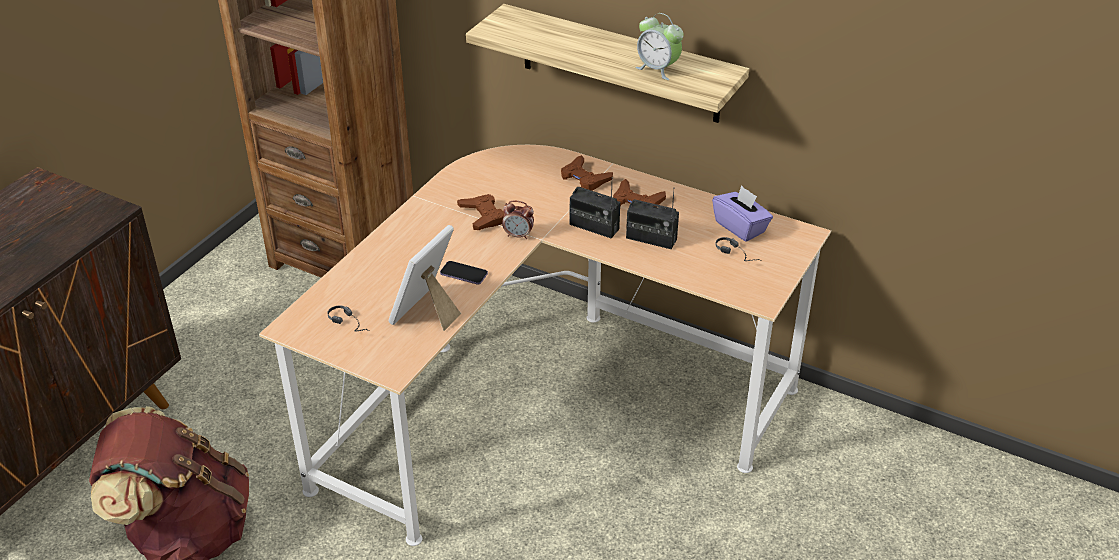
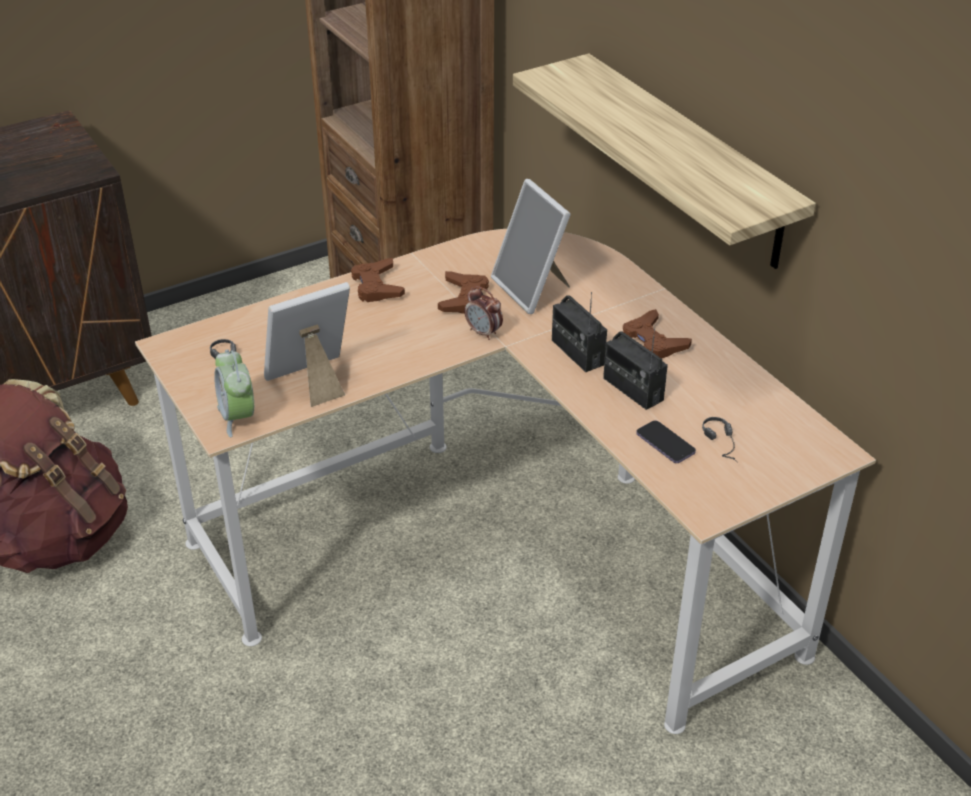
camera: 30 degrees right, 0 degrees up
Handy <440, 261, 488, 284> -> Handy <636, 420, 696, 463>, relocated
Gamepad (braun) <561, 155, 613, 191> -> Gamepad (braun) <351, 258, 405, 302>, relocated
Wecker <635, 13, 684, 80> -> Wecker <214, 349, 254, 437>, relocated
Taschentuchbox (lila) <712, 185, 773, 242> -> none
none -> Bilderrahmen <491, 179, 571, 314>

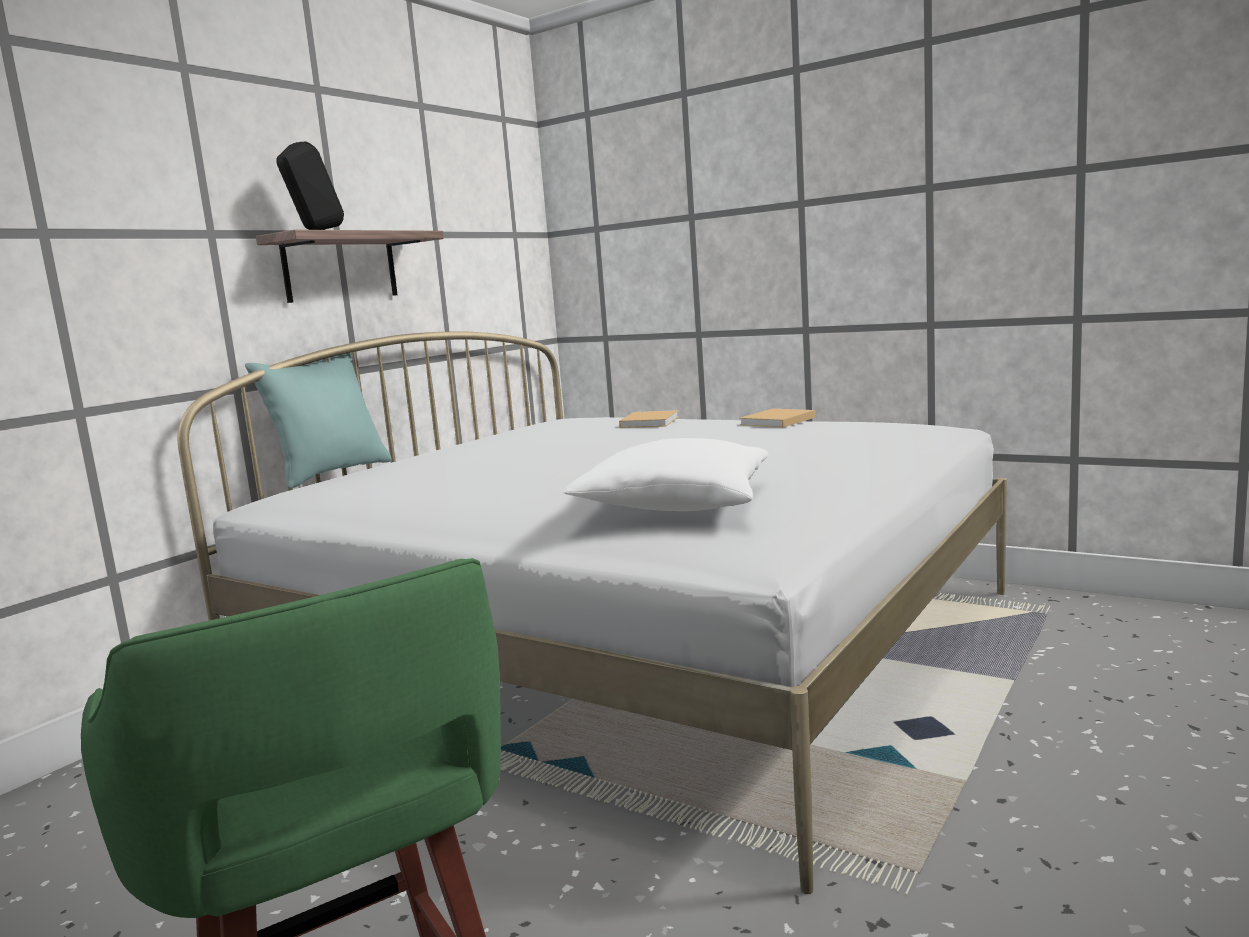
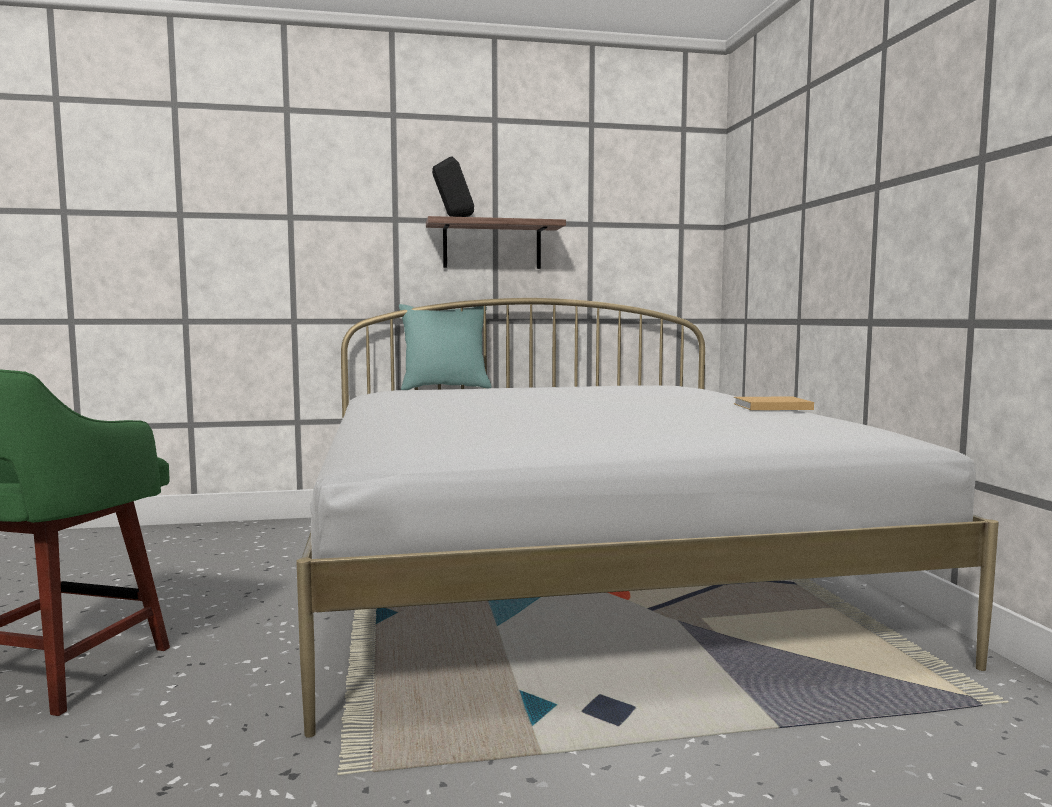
camera: 45 degrees right, 5 degrees down
Kissen (weiß) <563, 438, 768, 511> -> none
Buch (beige) <619, 410, 679, 428> -> none

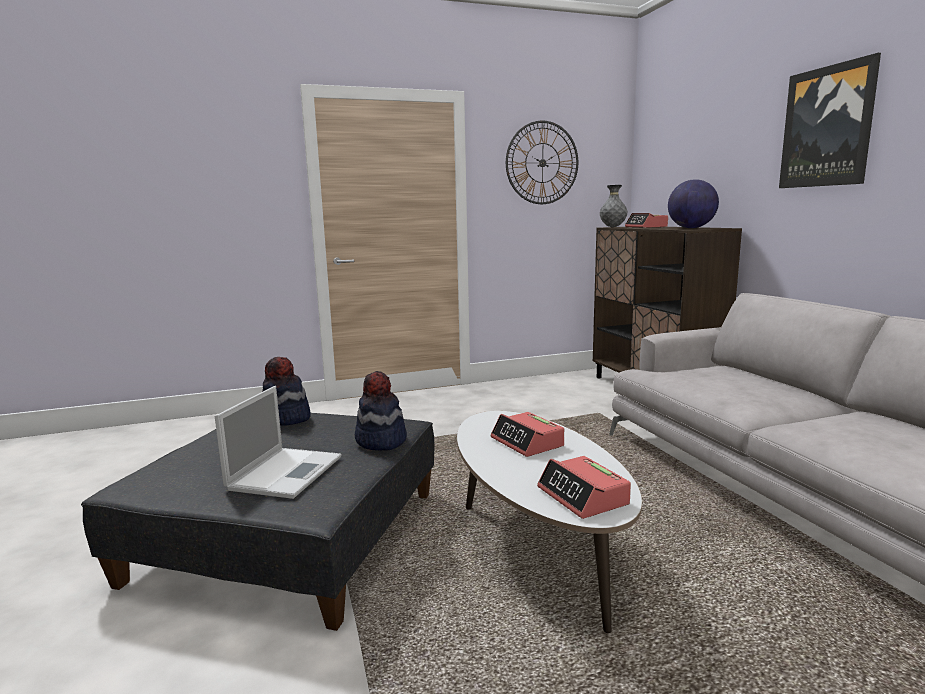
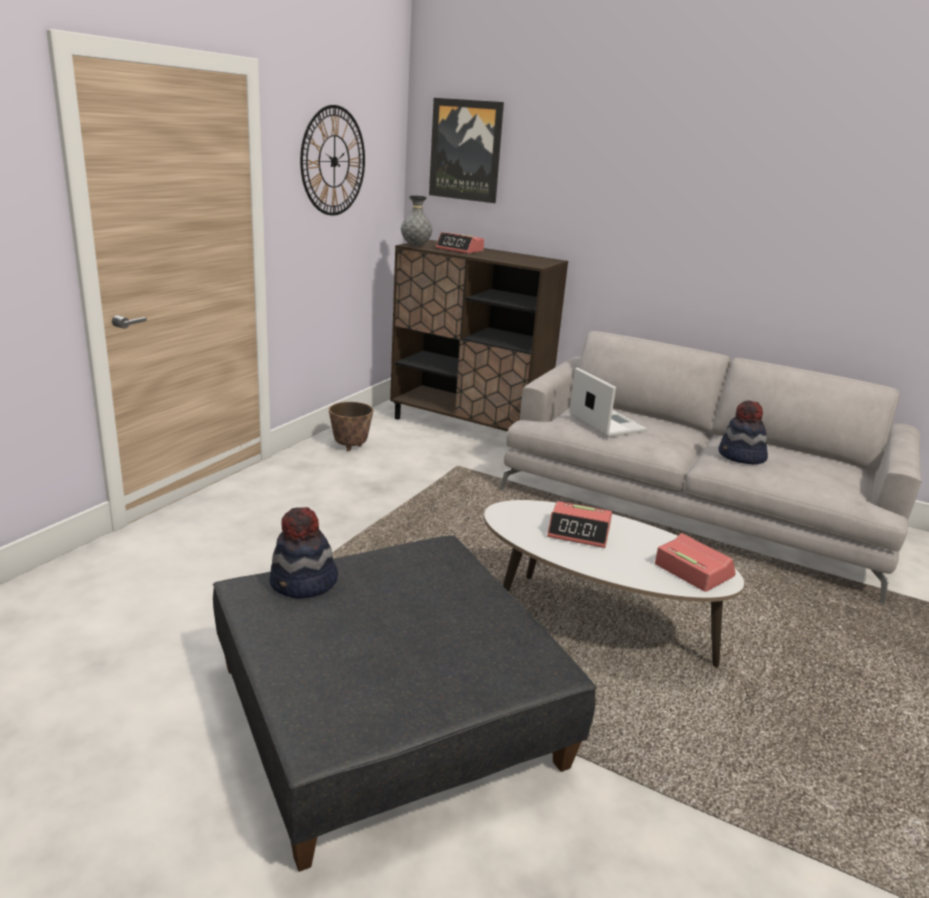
camera: 45 degrees left, 10 degrees up
Laptop <215, 386, 341, 499> -> Laptop <569, 367, 648, 437>, relocated
Hut <355, 371, 407, 451> -> Hut <719, 401, 768, 464>, relocated
Wecker <537, 456, 631, 519> -> Wecker <655, 533, 736, 592>, 150 degrees counterclockwise
Globus <668, 179, 719, 228> -> none
Bild <779, 53, 881, 188> -> Bild <429, 98, 504, 203>, relocated
none -> Pflanzkübel <329, 402, 373, 451>

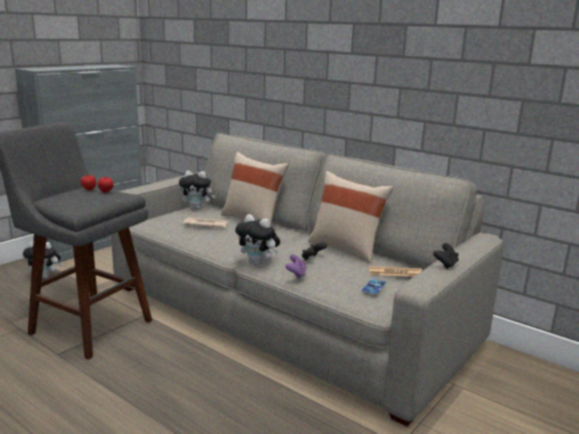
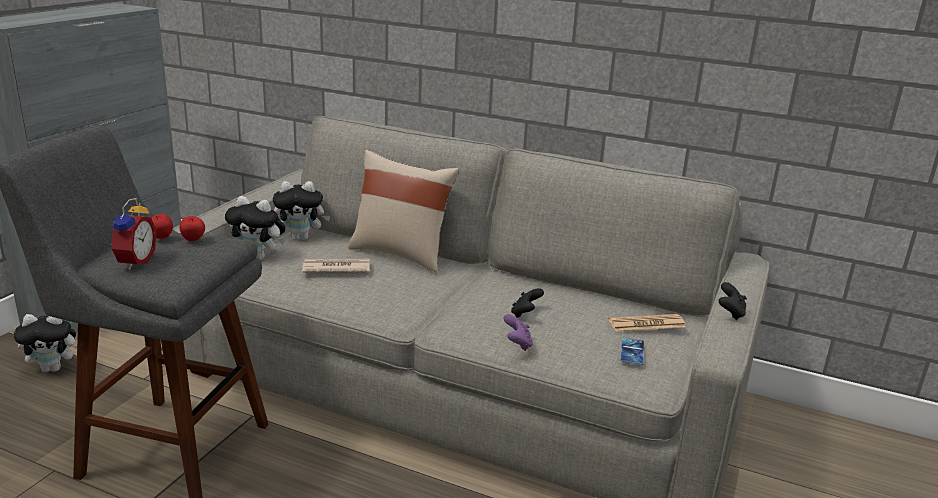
camera: 15 degrees left, 5 degrees up
Plüschtier <235, 214, 280, 266> -> Plüschtier <225, 196, 286, 260>, relocated
Kissen (beige) <308, 171, 393, 264> -> none
none -> Wecker <108, 198, 157, 270>

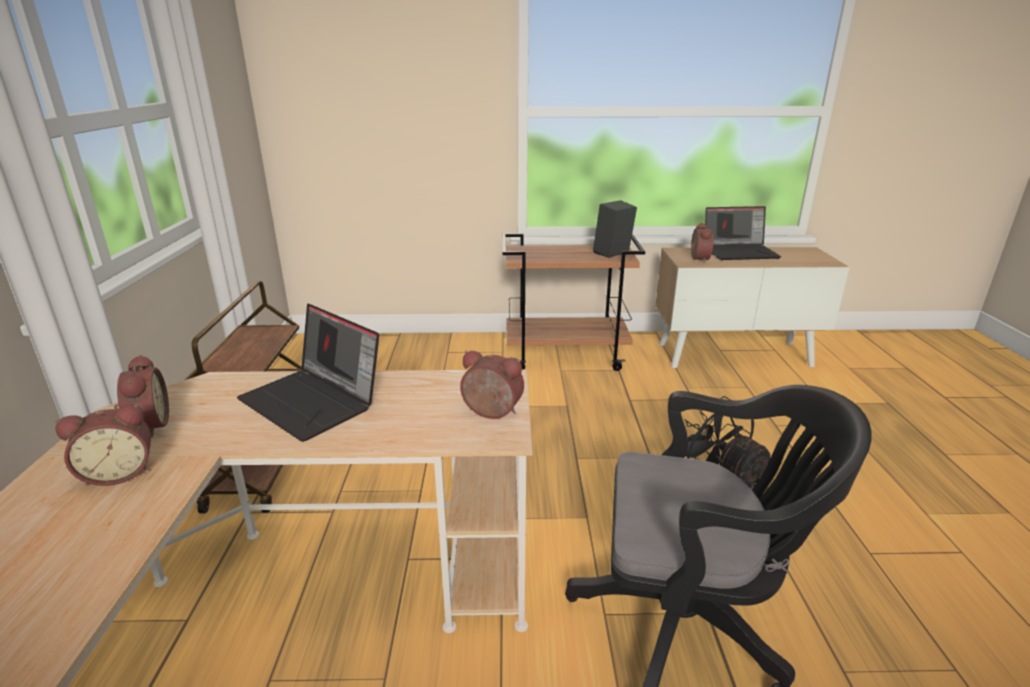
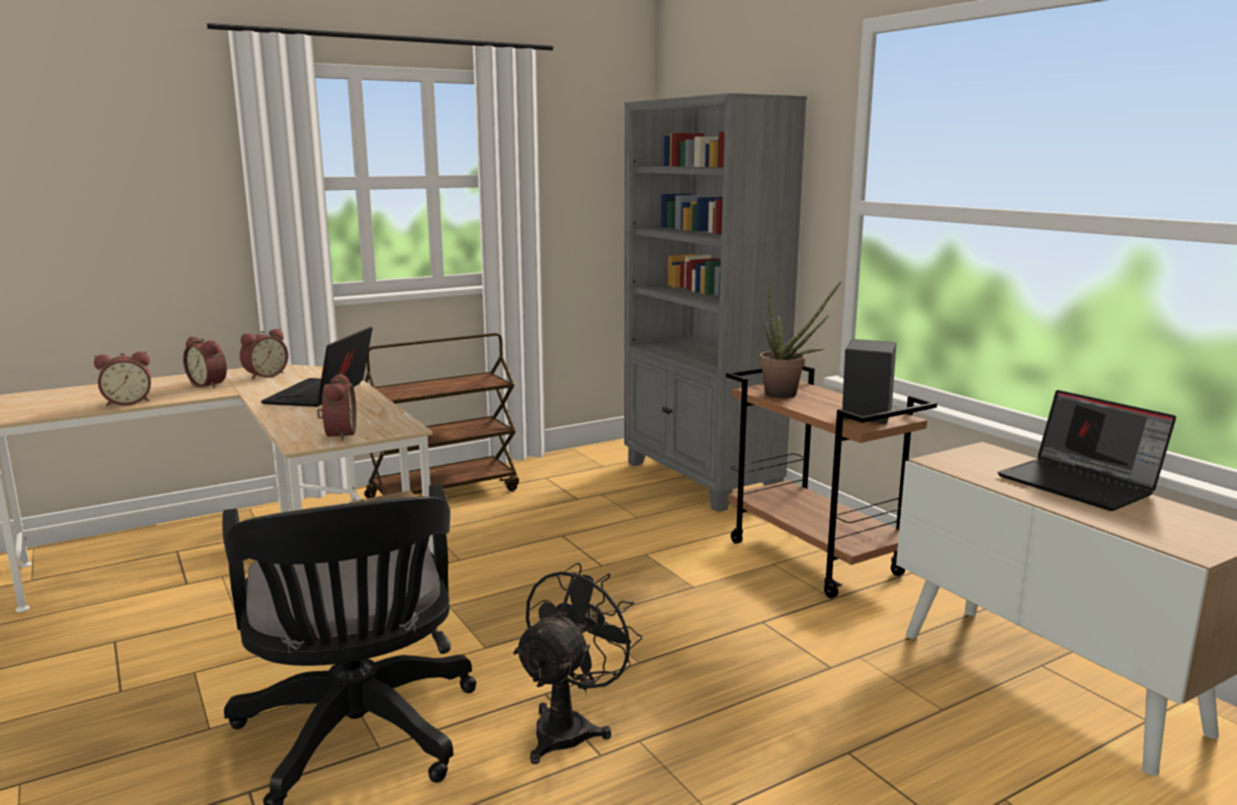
camera: 60 degrees right, 10 degrees down
Wecker <691, 223, 713, 263> -> Wecker <94, 351, 151, 406>, relocated
none -> Bücherregal (grau) <624, 93, 807, 512>
none -> Topfpflanze <759, 279, 841, 398>

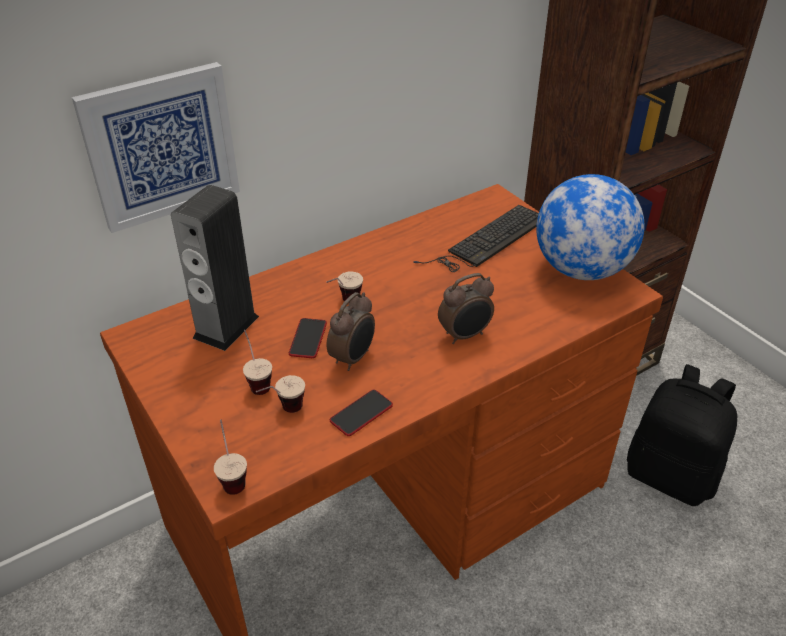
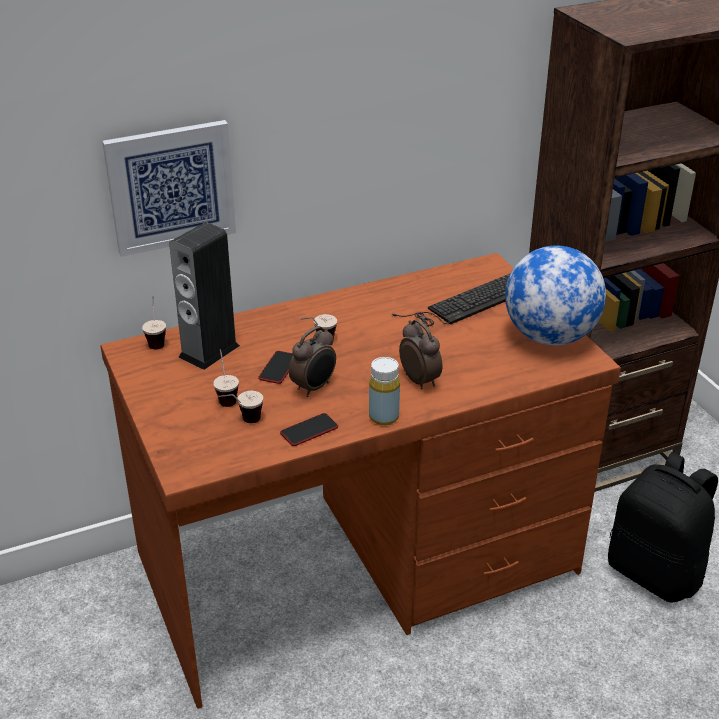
camera: 10 degrees right, 5 degrees down
Tasse <214, 419, 247, 495> -> Tasse <142, 296, 166, 349>, relocated
Wecker <438, 273, 494, 344> -> Wecker <399, 319, 442, 389>, 105 degrees counterclockwise
none -> Flasche (gelb) <369, 357, 400, 425>

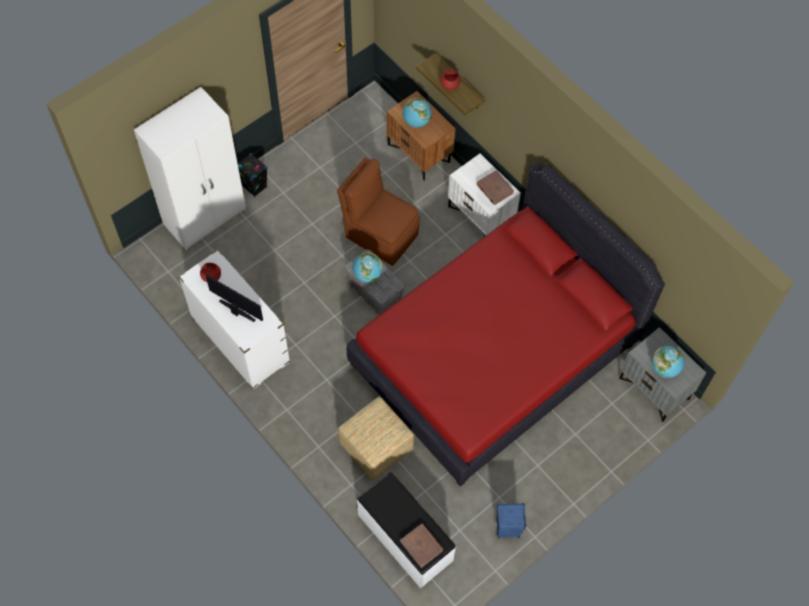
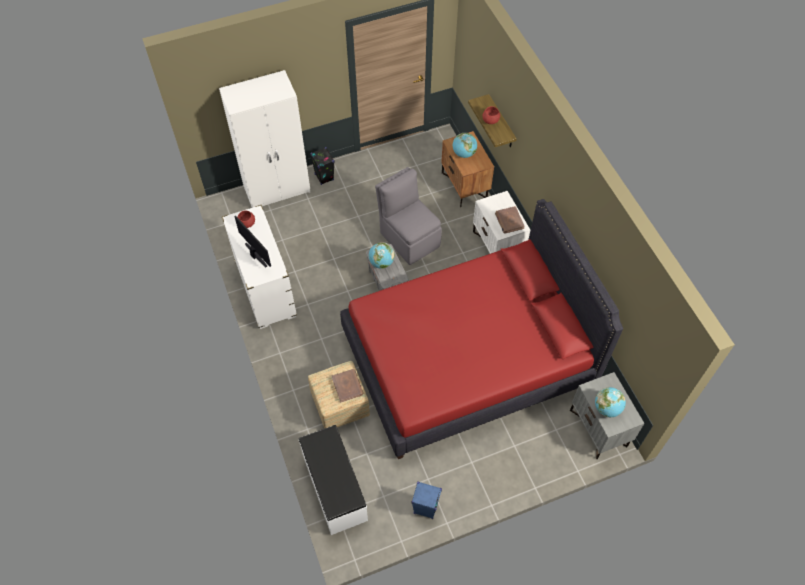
camera: 20 degrees right, 5 degrees down
Stuhl (braun) <337, 158, 419, 266> -> Stuhl (grau) <375, 167, 442, 265>
Buch (braun) <400, 524, 443, 568> -> Buch (braun) <332, 369, 363, 403>, relocated

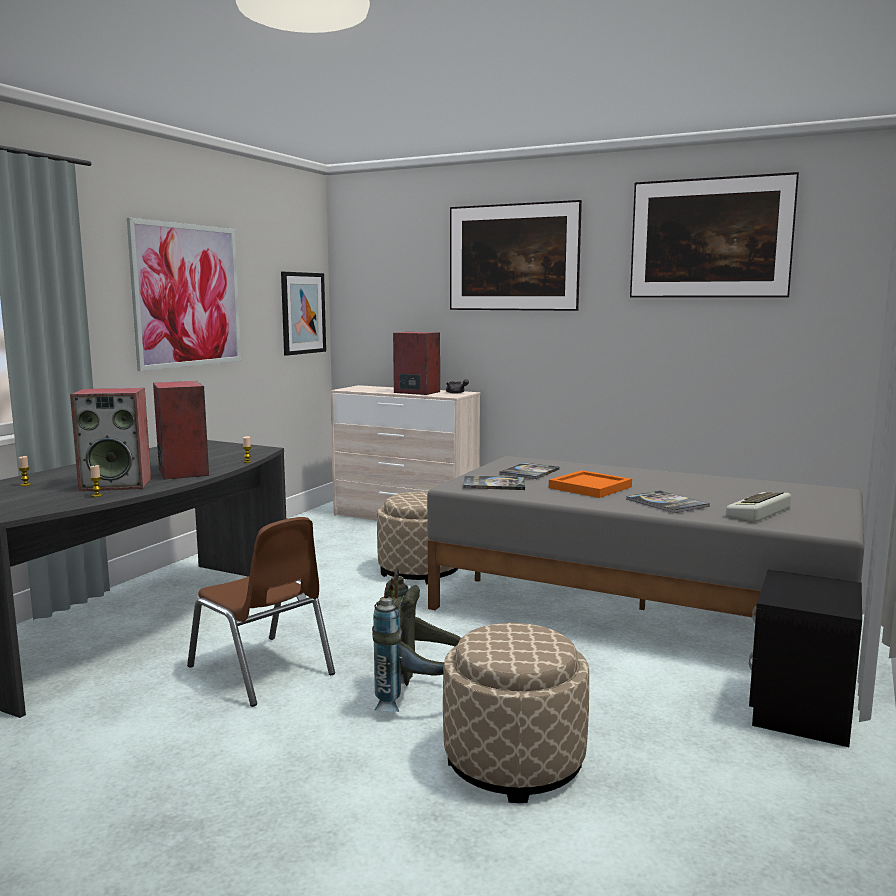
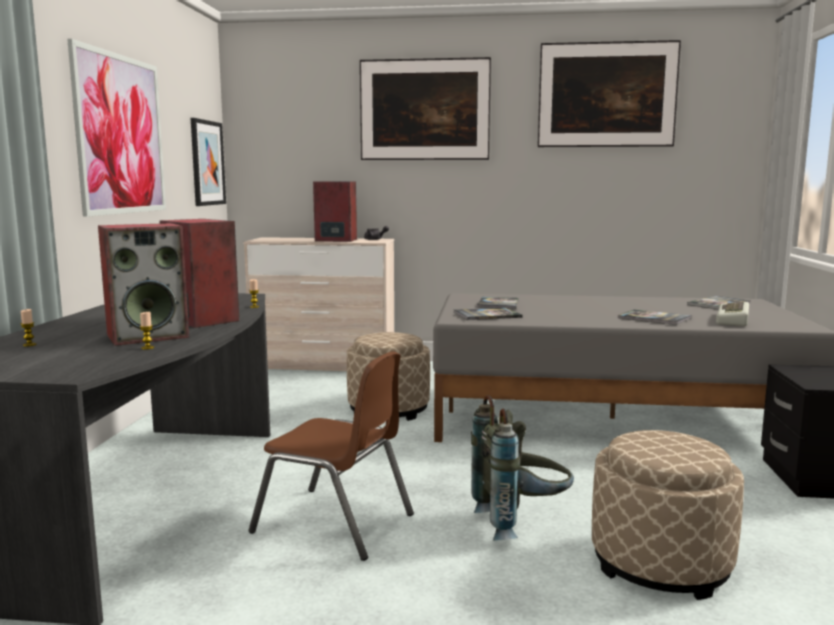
camera: 20 degrees left, 0 degrees up
Tablett (orange) <549, 470, 632, 498> -> none
none -> Buch <687, 296, 751, 309>

